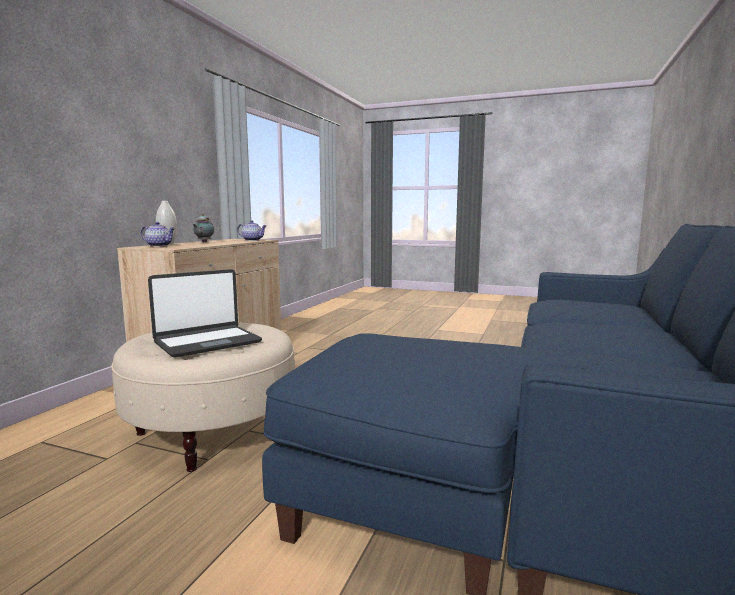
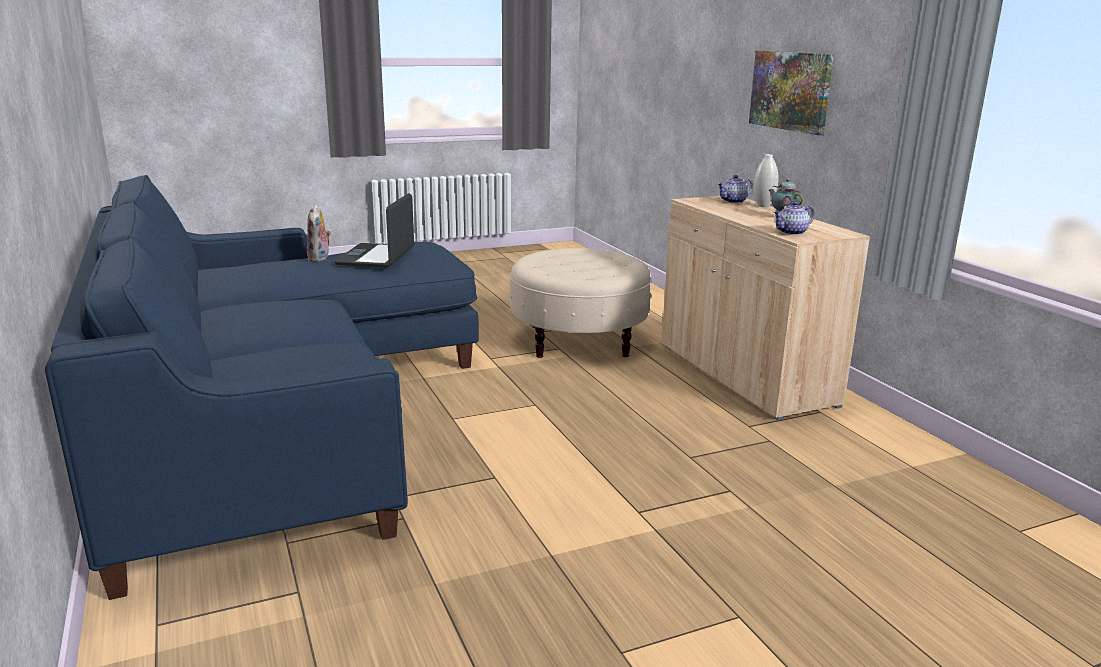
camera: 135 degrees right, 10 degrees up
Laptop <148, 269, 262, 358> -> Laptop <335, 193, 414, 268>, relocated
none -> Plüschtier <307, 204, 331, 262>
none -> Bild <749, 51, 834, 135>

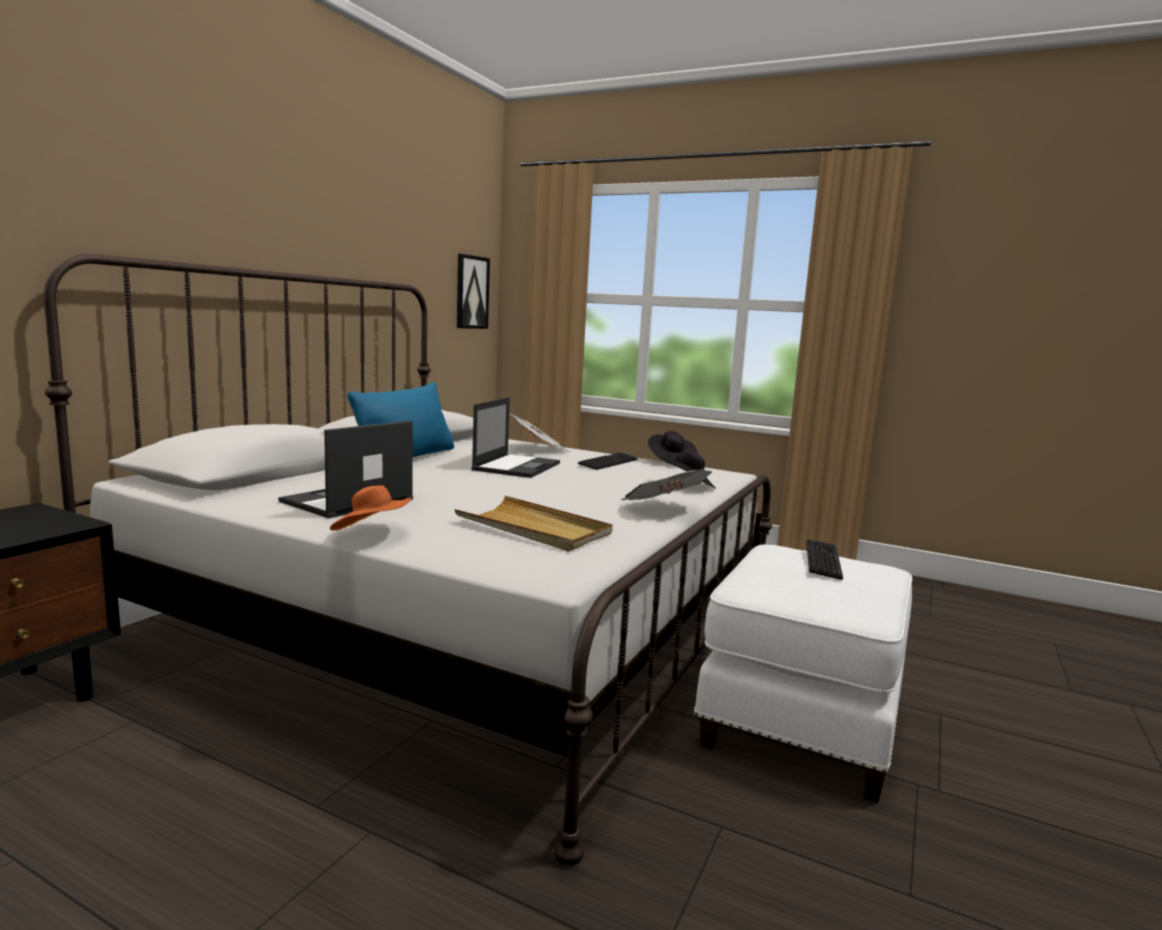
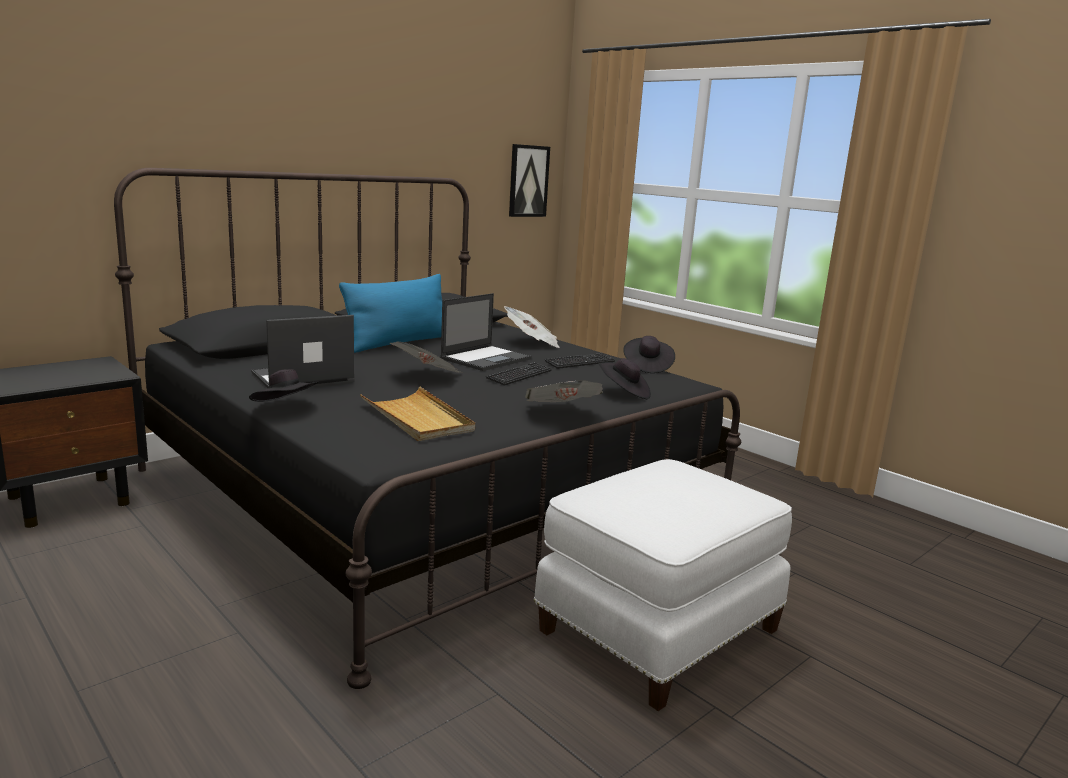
camera: 20 degrees right, 5 degrees up
Bett (weiß) <44, 254, 772, 865> -> Bett (schwarz) <114, 168, 741, 689>
Hut (orange) <330, 485, 412, 531> -> Hut (schwarz) <249, 369, 318, 402>
Tastatur <806, 539, 843, 580> -> Tastatur <486, 362, 552, 386>, relocated
none -> Zeitung <389, 342, 460, 372>

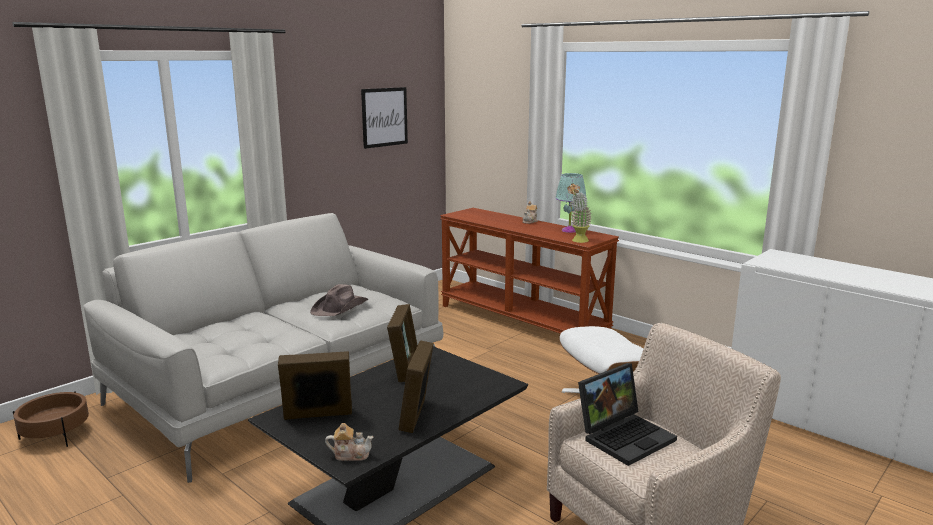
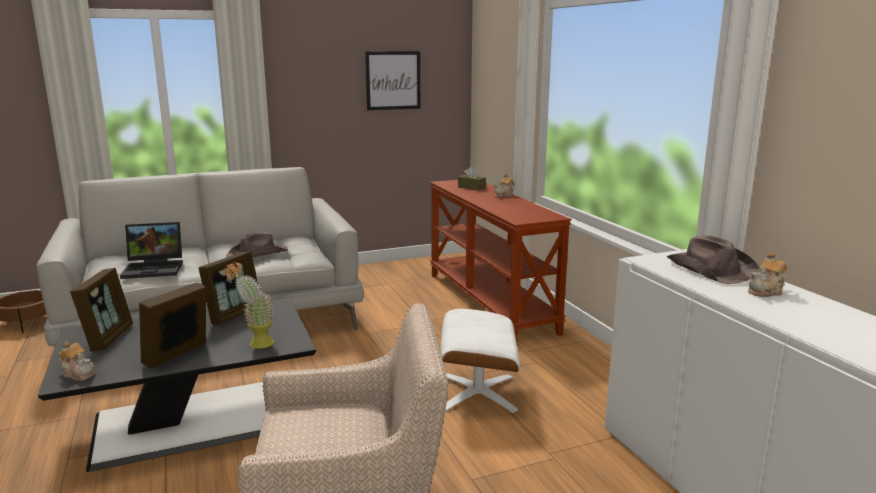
camera: 25 degrees right, 0 degrees up
Bilderrahmen <278, 351, 352, 420> -> Bilderrahmen <70, 268, 133, 351>, 75 degrees clockwise
Tischlampe (türkis) <555, 173, 587, 233> -> none
Topfpflanze <567, 183, 591, 243> -> Topfpflanze <225, 262, 274, 349>, relocated
Laptop <578, 363, 677, 466> -> Laptop <120, 222, 183, 279>, relocated
none -> Taschentuchbox (braun) <458, 166, 486, 190>
none -> Hut (braun) <667, 235, 760, 284>
none -> Teekanne <748, 252, 787, 297>

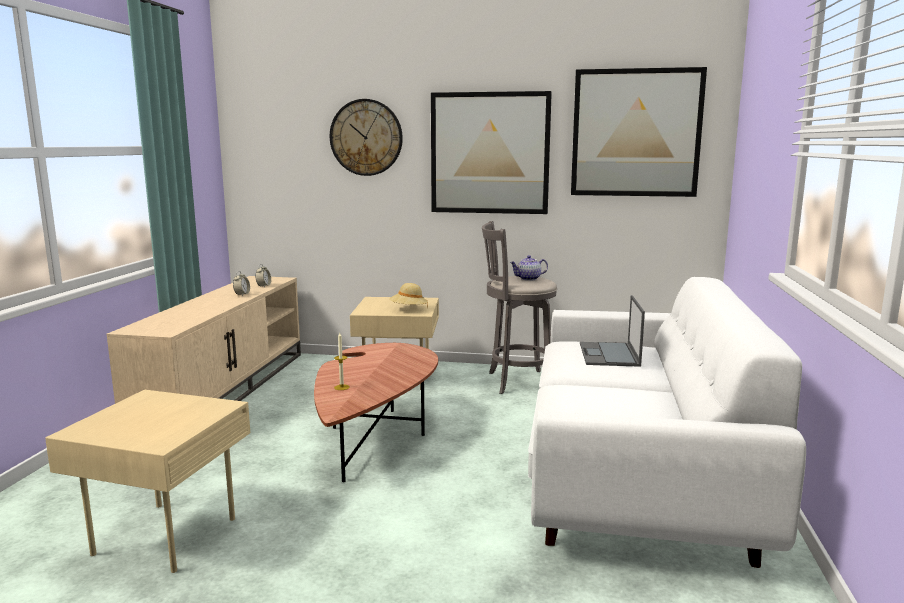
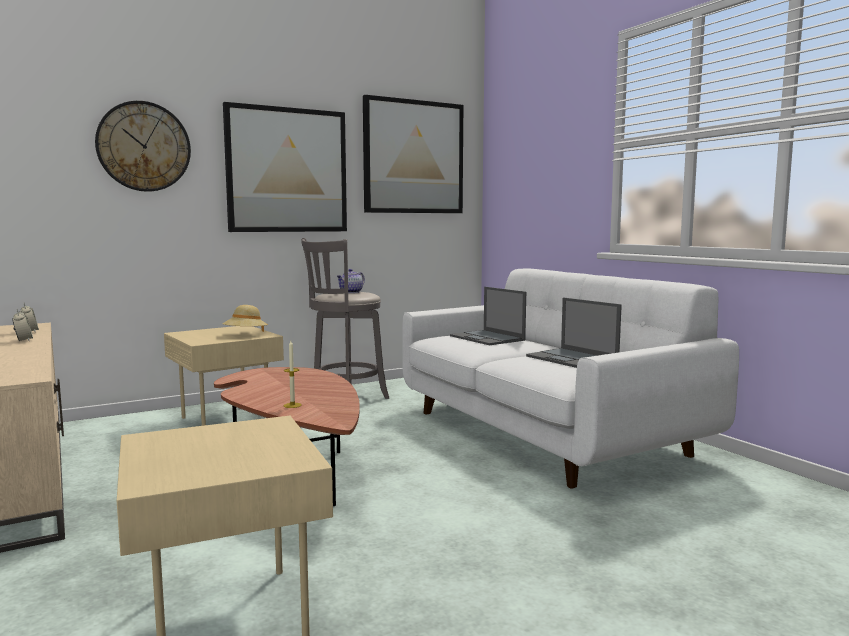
camera: 40 degrees left, 5 degrees down
none -> Laptop <526, 298, 622, 368>

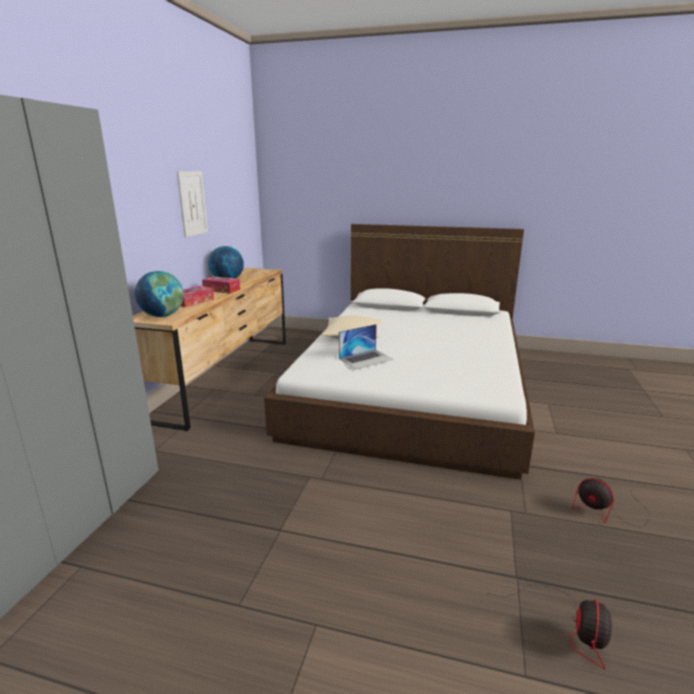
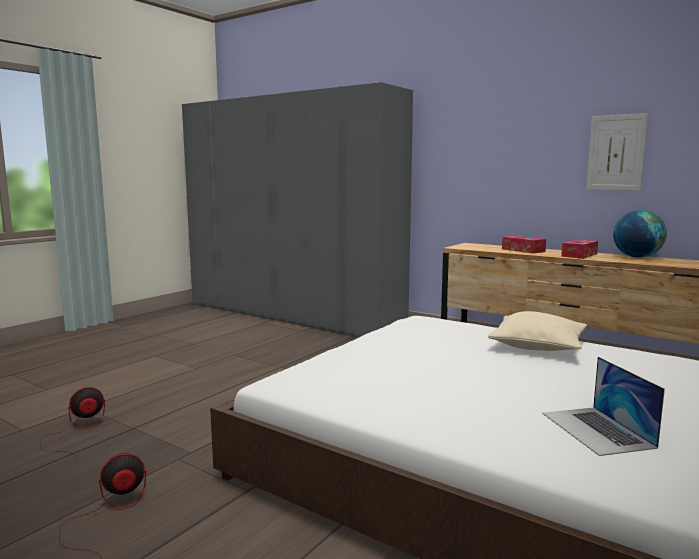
camera: 110 degrees right, 10 degrees down
Globus <135, 271, 184, 317> -> none
Laptop <339, 324, 394, 369> -> Laptop <542, 357, 665, 456>, relocated
Ventilator <488, 584, 612, 669> -> Ventilator <40, 387, 105, 458>, 105 degrees clockwise

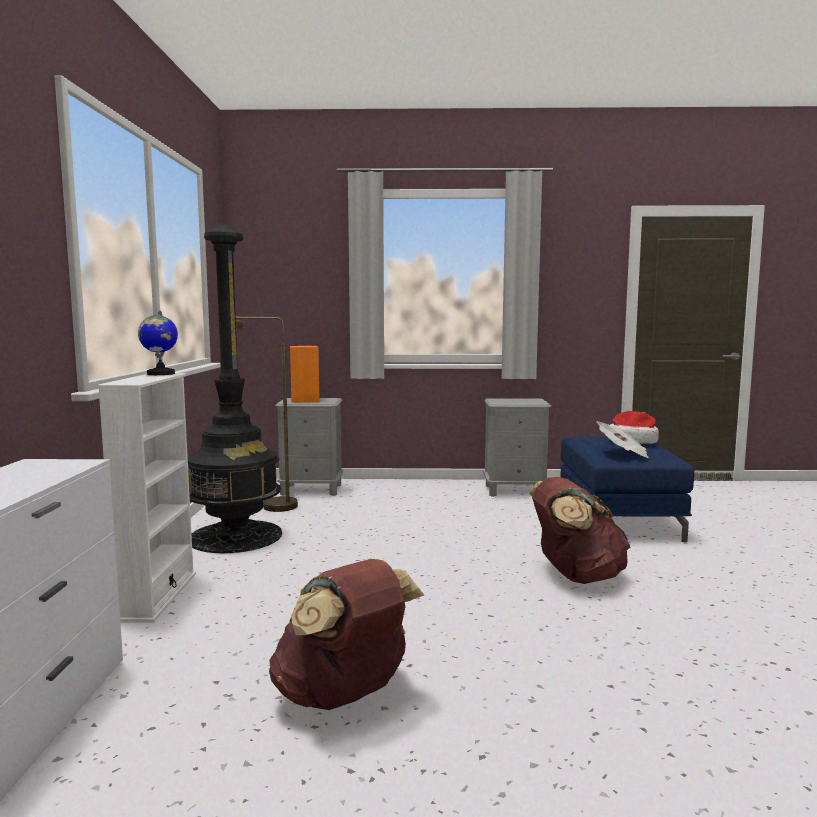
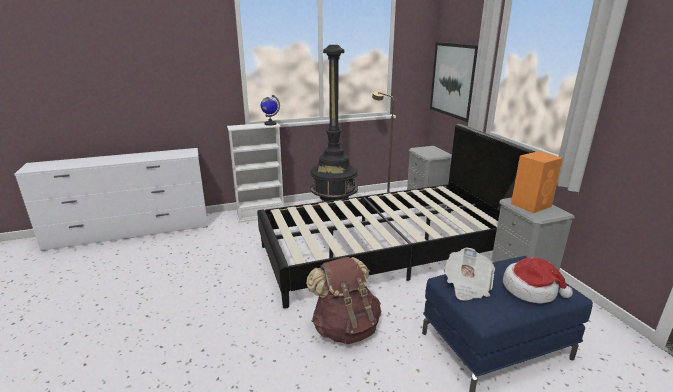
camera: 70 degrees right, 15 degrees up
Rucksack (braun) <269, 559, 424, 710> -> none
Lautsprecher (orange) <290, 346, 320, 403> -> Lautsprecher (orange) <511, 151, 563, 213>, relocated
none -> Bett (schwarz) <257, 124, 535, 309>
none -> Bild <430, 42, 478, 122>

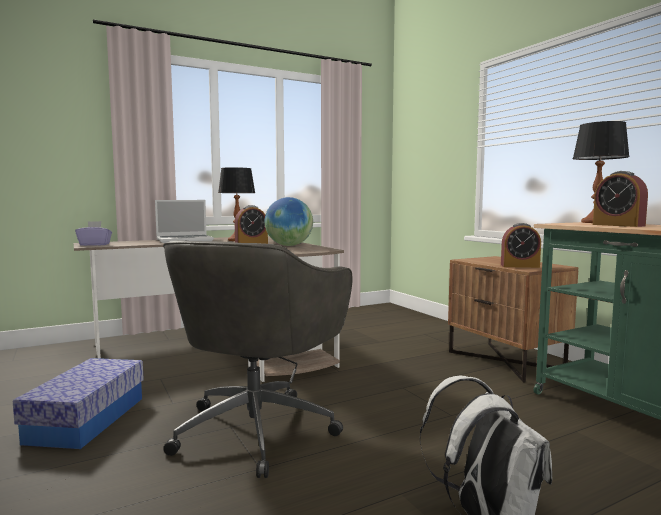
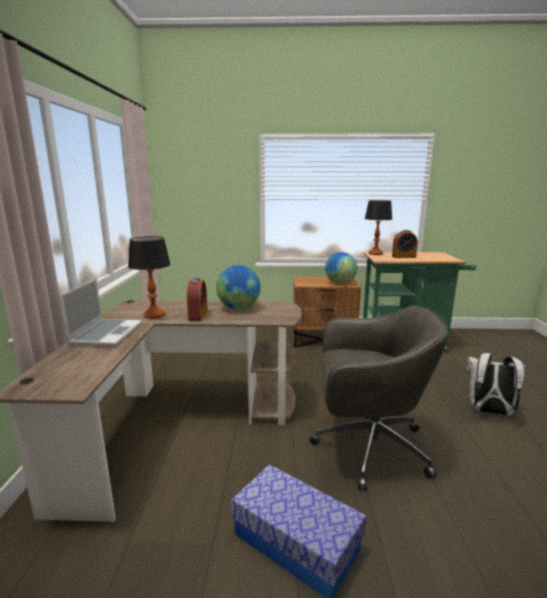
camera: 60 degrees left, 10 degrees up
Taschentuchbox (lila) <75, 221, 112, 246> -> none
Bürostuhl (grau) <163, 240, 352, 478> -> Bürostuhl (grau) <309, 306, 448, 491>, 45 degrees counterclockwise
Wecker <501, 223, 541, 268> -> Globus <325, 252, 357, 284>

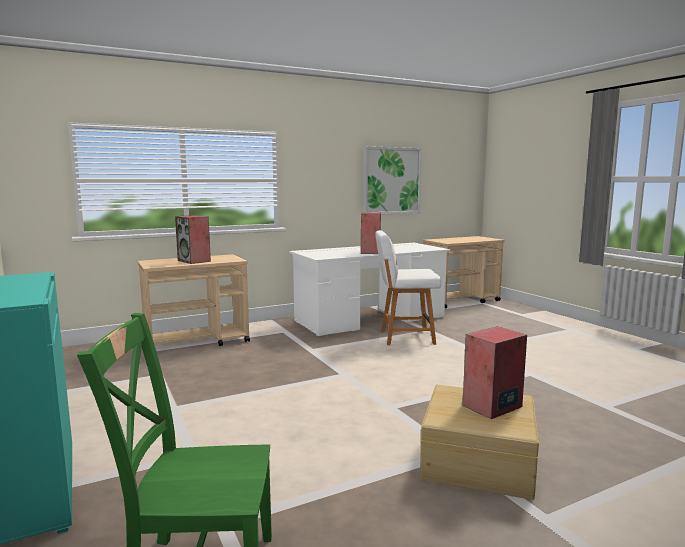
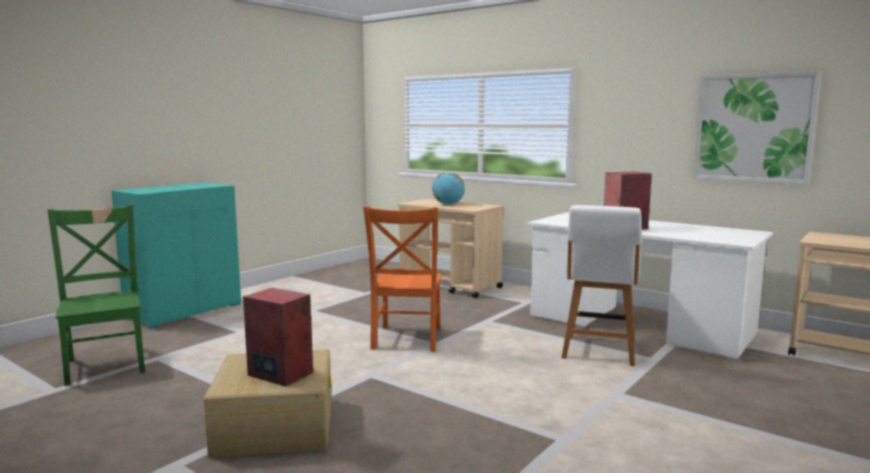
camera: 65 degrees right, 0 degrees up
Lautsprecher <175, 215, 211, 264> -> Globus <432, 172, 465, 205>
Stuhl (weiß) <375, 230, 441, 345> -> Stuhl (weiß) <562, 205, 642, 366>, 135 degrees counterclockwise
none -> Stuhl (orange) <363, 206, 441, 352>

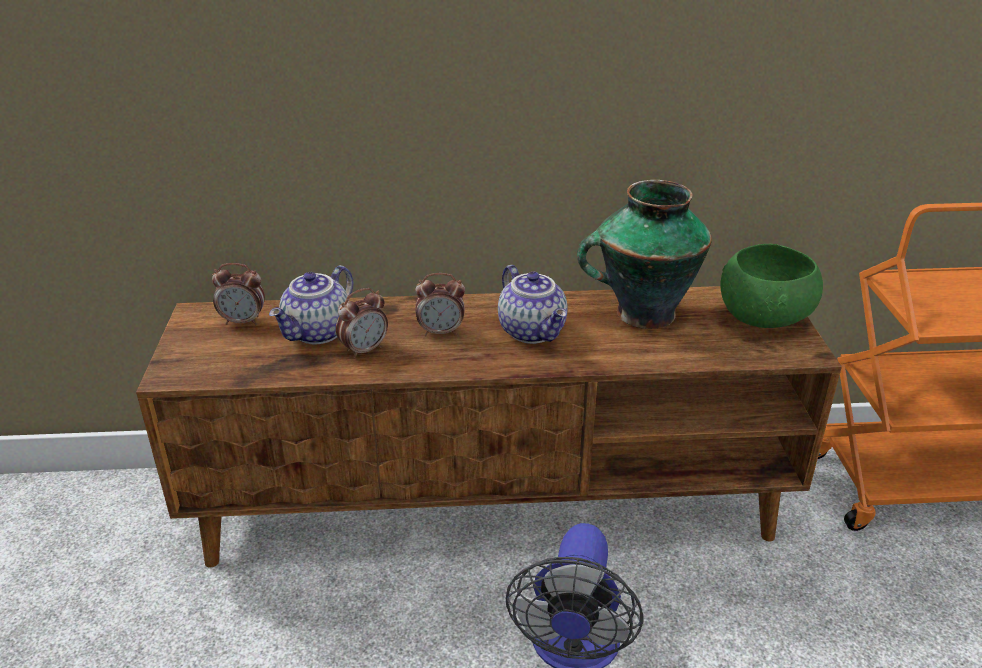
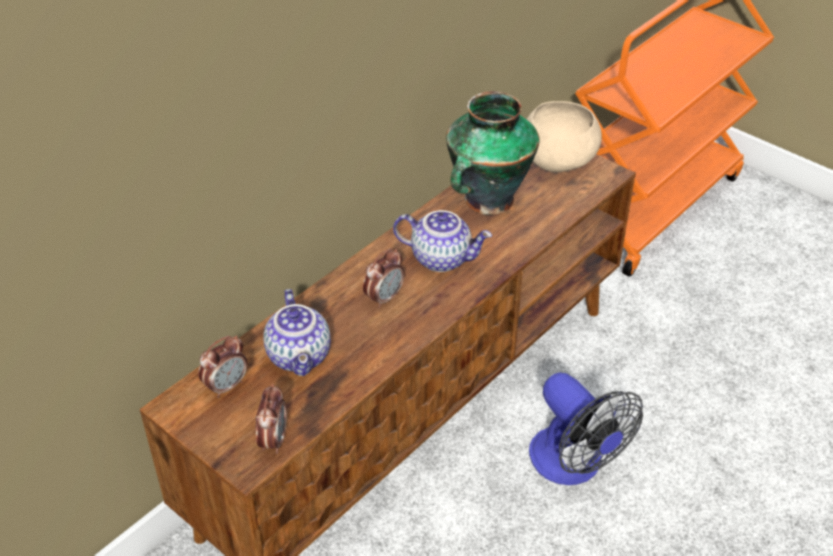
camera: 45 degrees left, 10 degrees up
Wecker <336, 288, 388, 359> -> Wecker <256, 384, 287, 454>, relocated
Schüssel (grün) <720, 244, 823, 328> -> Schüssel (beige) <526, 101, 602, 172>

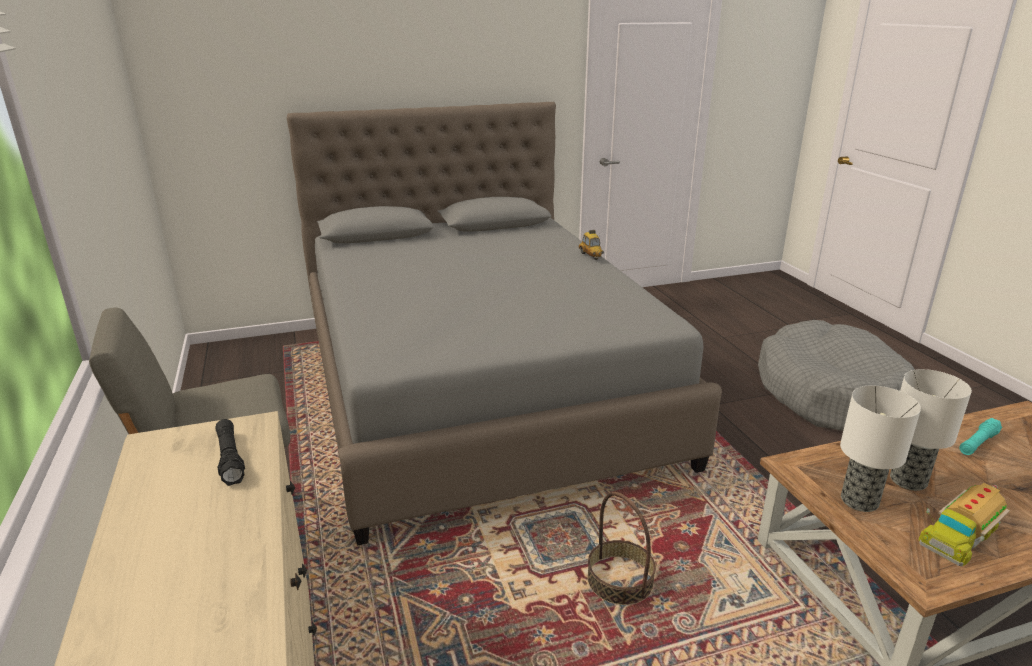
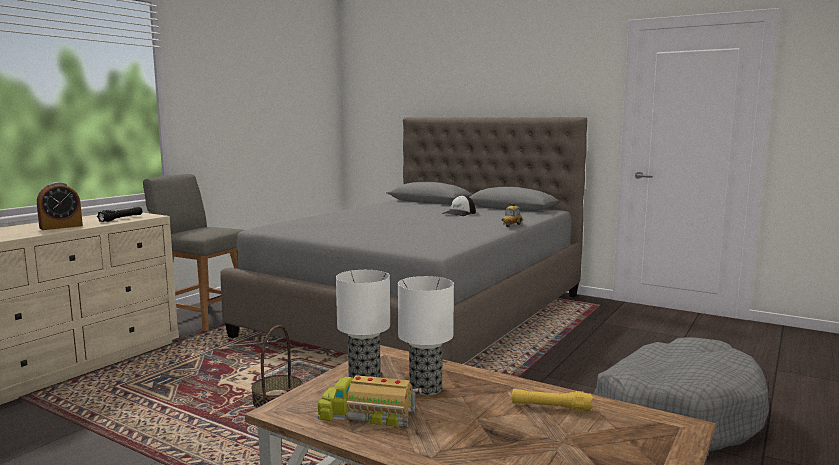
camera: 50 degrees right, 15 degrees down
Taschenlampe (türkis) <959, 418, 1002, 455> -> Taschenlampe (gelb) <511, 389, 593, 412>
none -> Wecker <37, 182, 83, 230>
none -> Kappe <442, 195, 476, 216>

